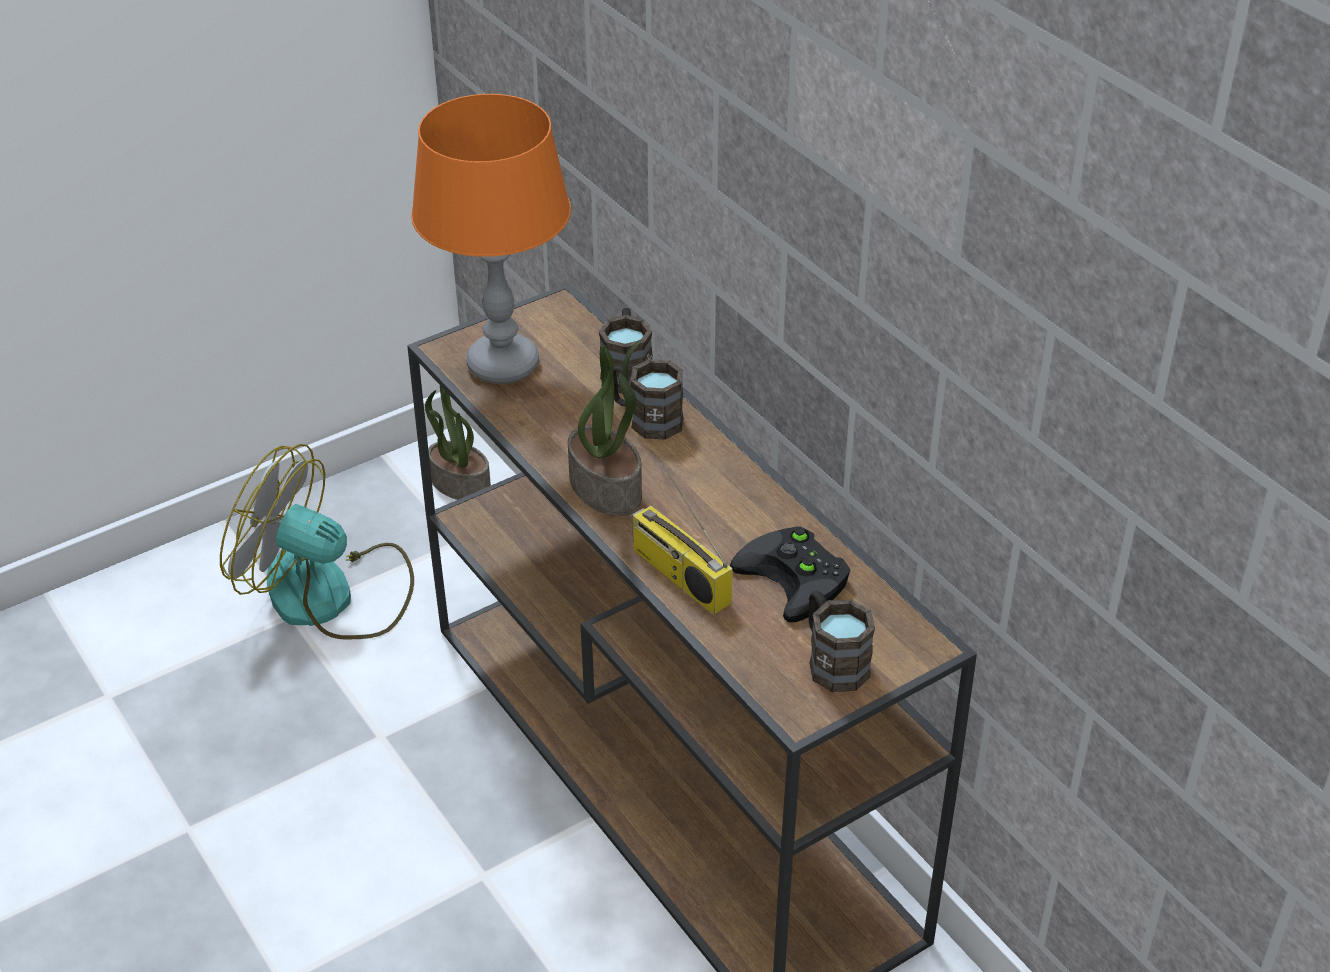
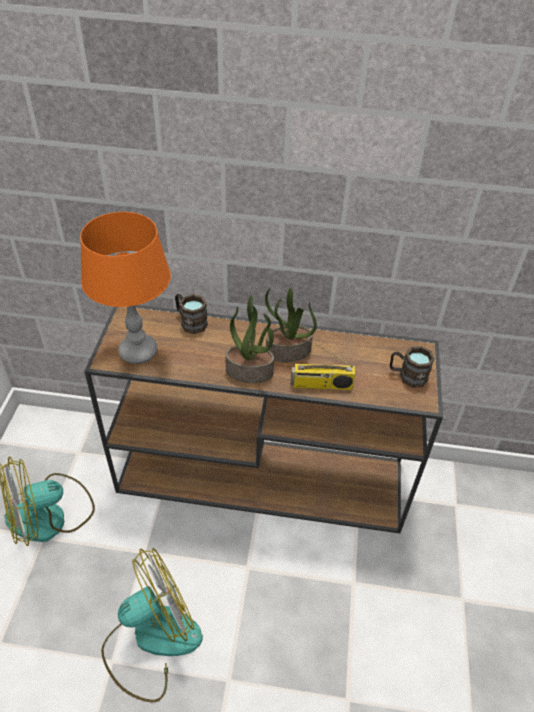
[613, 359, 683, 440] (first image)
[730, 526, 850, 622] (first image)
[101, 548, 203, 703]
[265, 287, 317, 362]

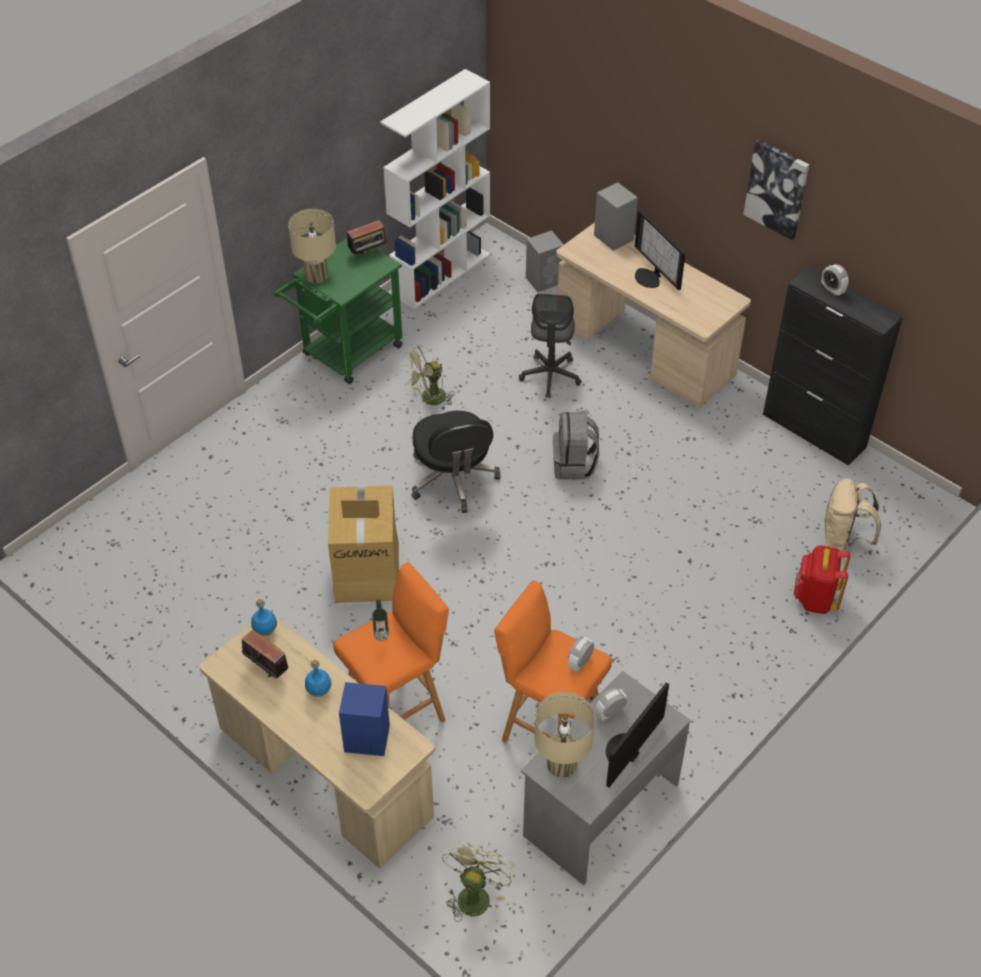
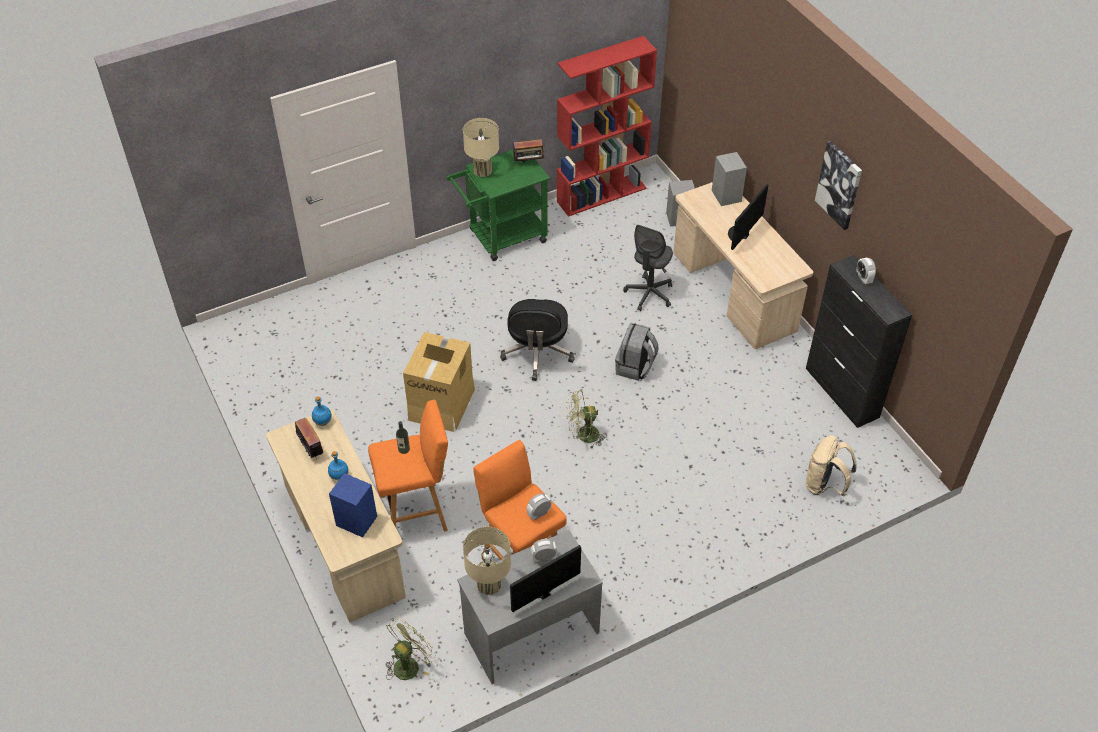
[794, 545, 850, 614] (first image)
[566, 389, 607, 450]
[557, 36, 657, 217]
[728, 184, 768, 250]

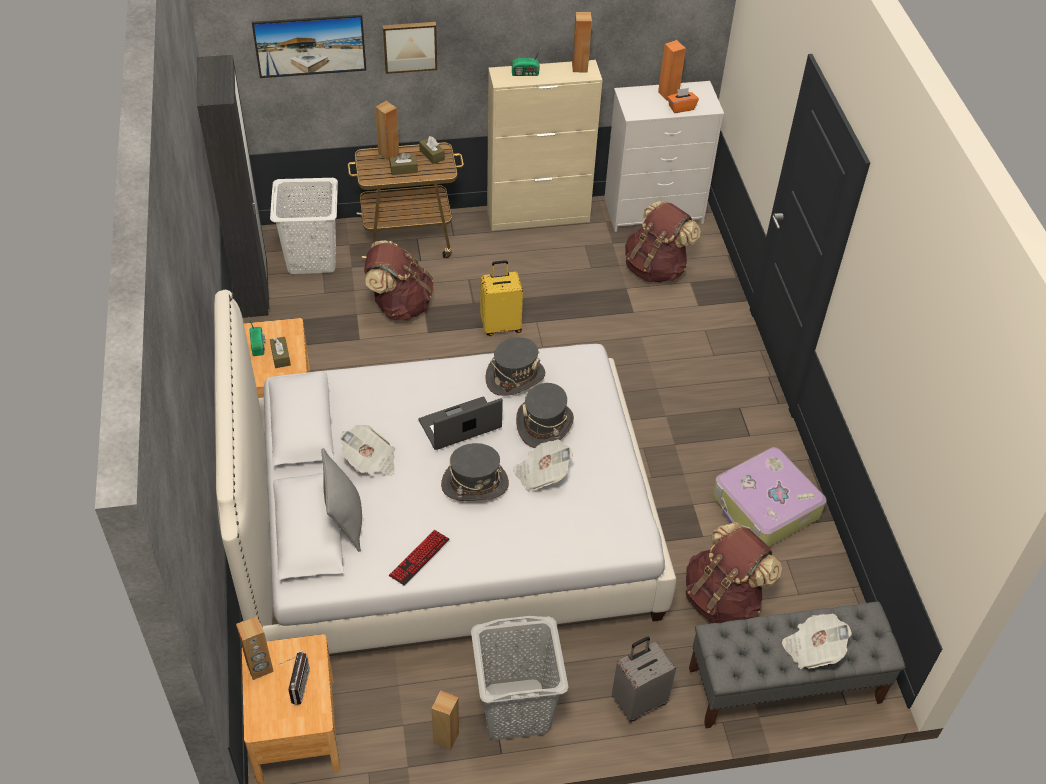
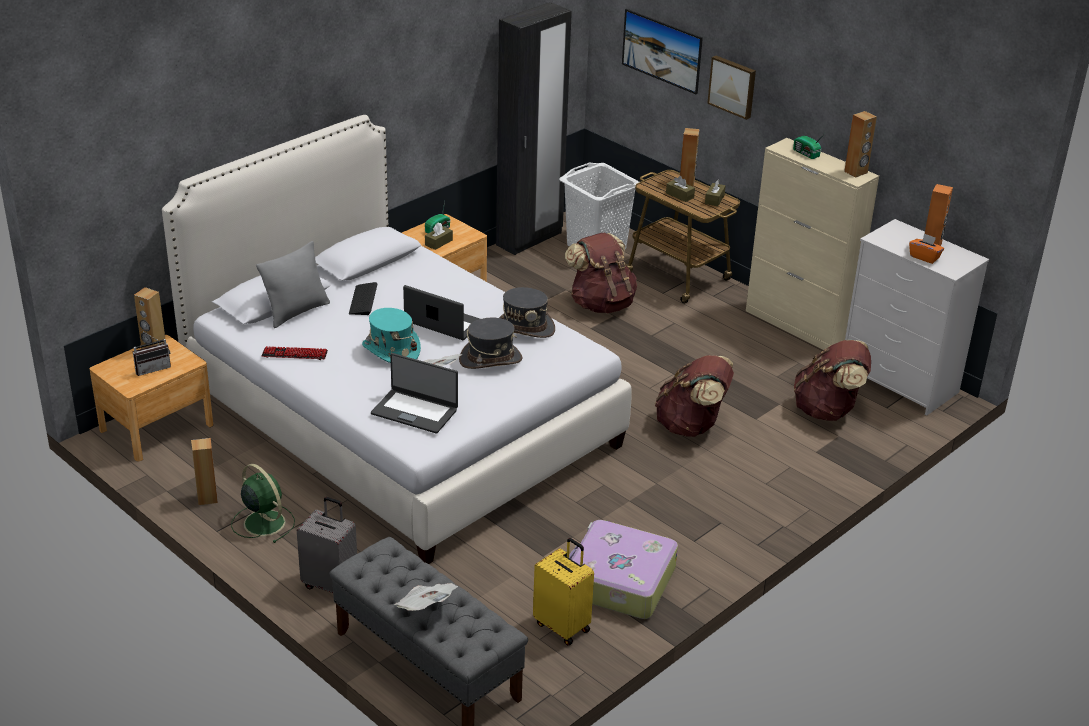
[371, 353, 458, 434]
[533, 538, 594, 646]
[655, 355, 734, 437]
[349, 282, 377, 315]
[231, 464, 295, 543]
[362, 308, 421, 363]

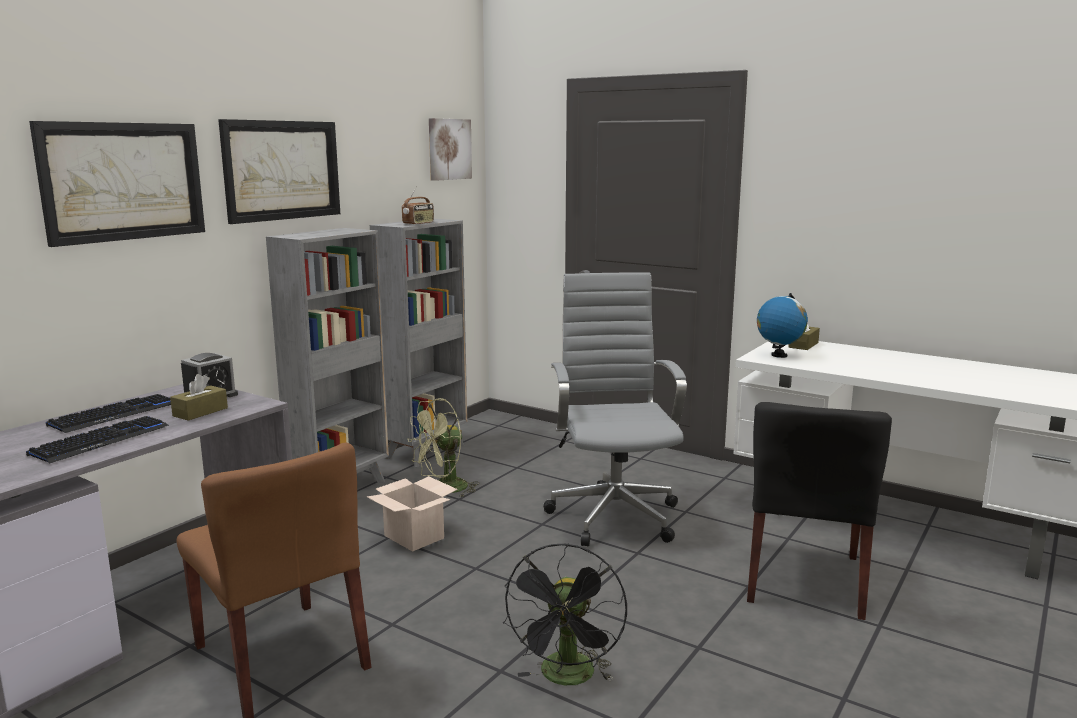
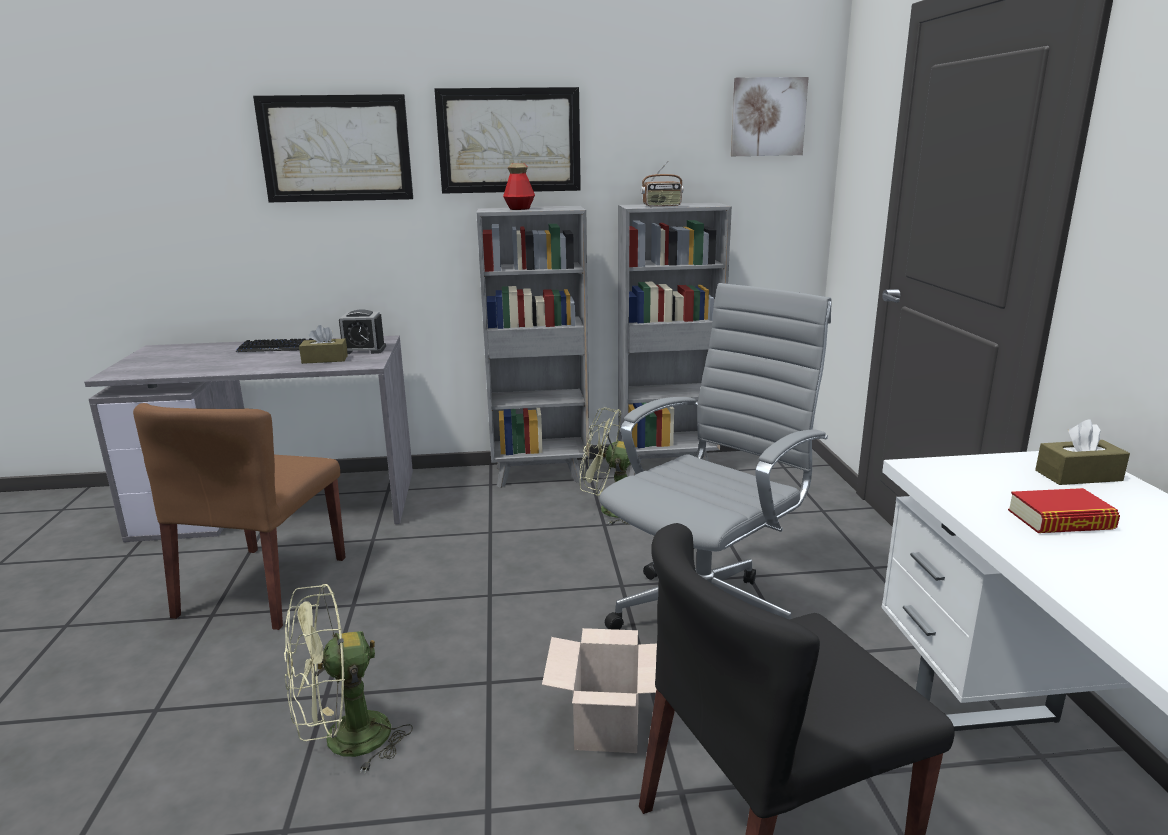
[26, 416, 169, 463] (first image)
[757, 293, 808, 358] (first image)
[503, 163, 535, 210]
[1008, 488, 1120, 533]
[542, 628, 657, 753]
[284, 584, 413, 774]

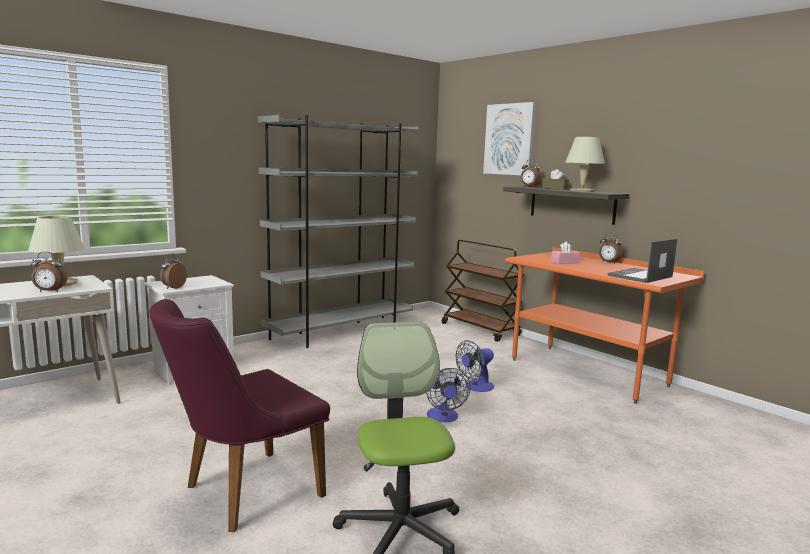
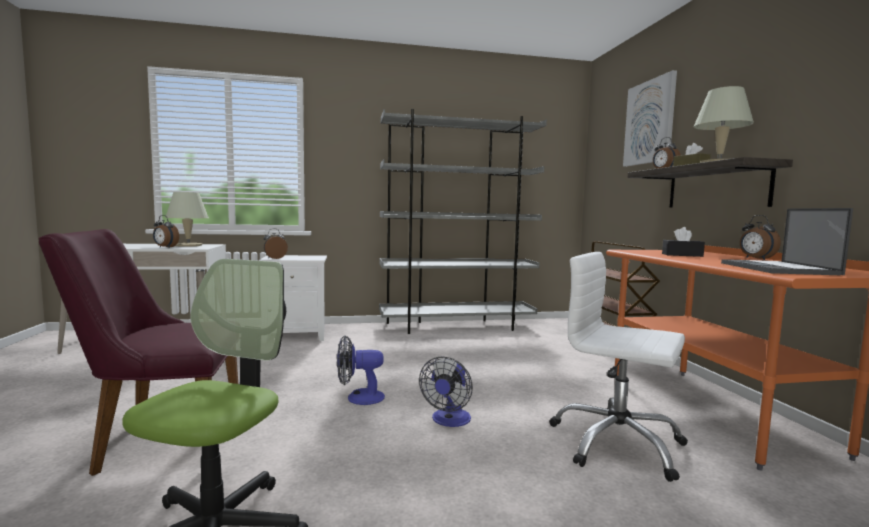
[550, 252, 688, 482]
[337, 335, 385, 405]
[662, 227, 705, 257]
[721, 208, 853, 275]

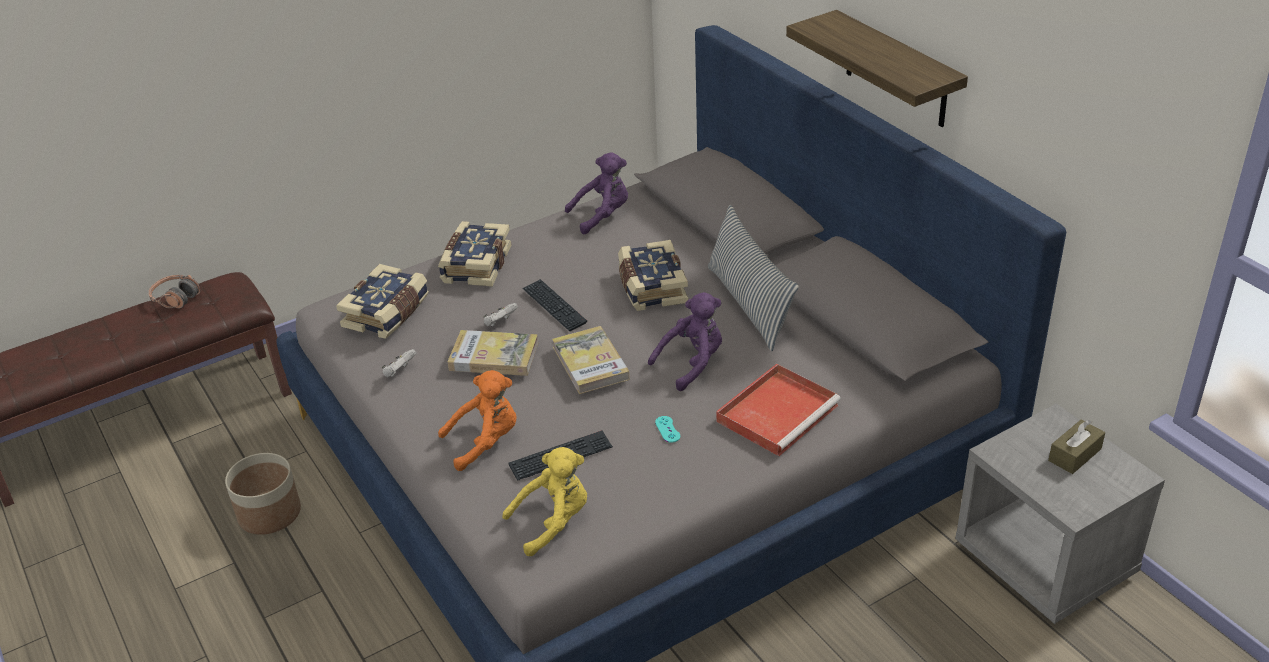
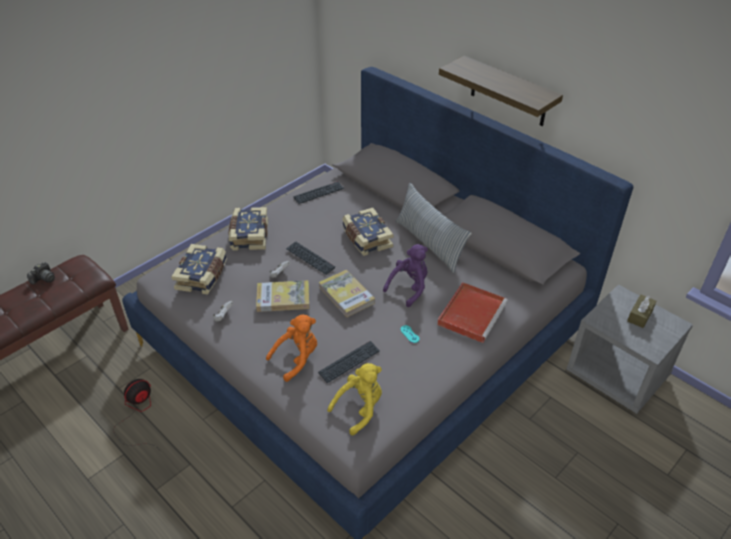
[27, 262, 55, 284]
[114, 379, 161, 452]
[293, 181, 344, 204]

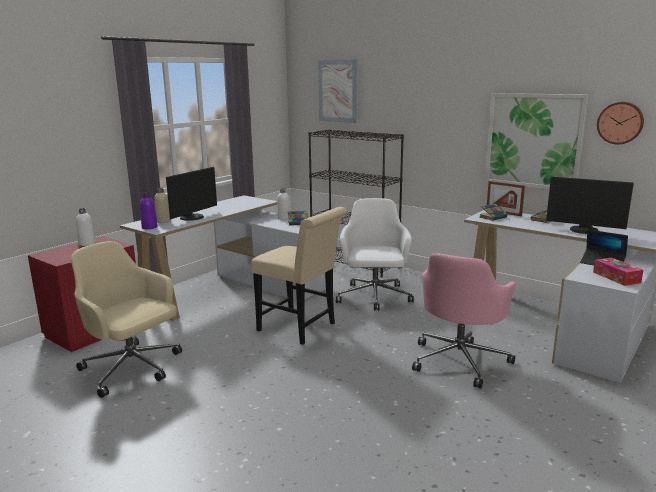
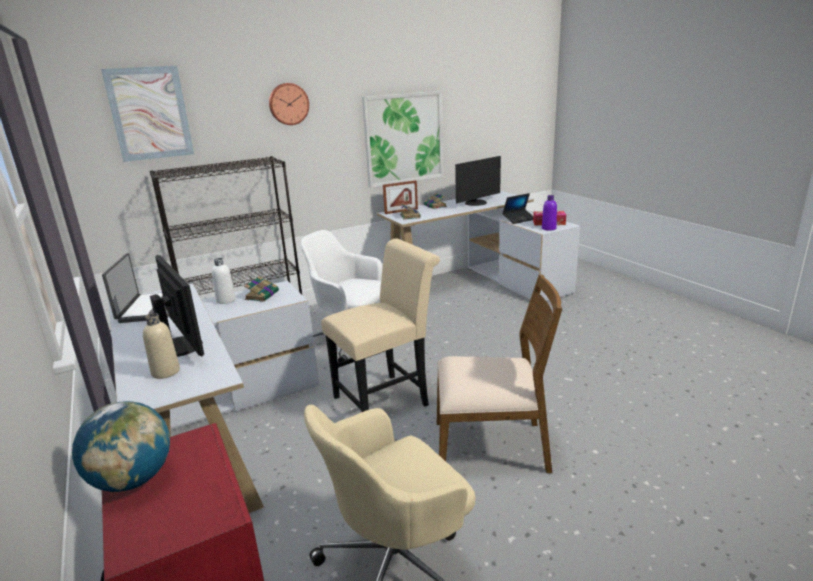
[412, 253, 516, 389] (first image)
[102, 253, 169, 323]
[437, 274, 562, 473]
[542, 195, 557, 231]
[269, 83, 309, 125]
[72, 401, 170, 492]

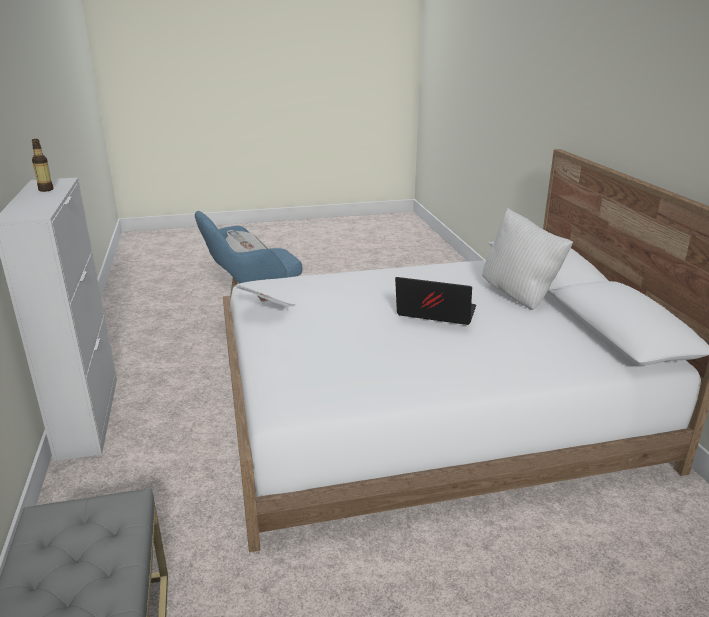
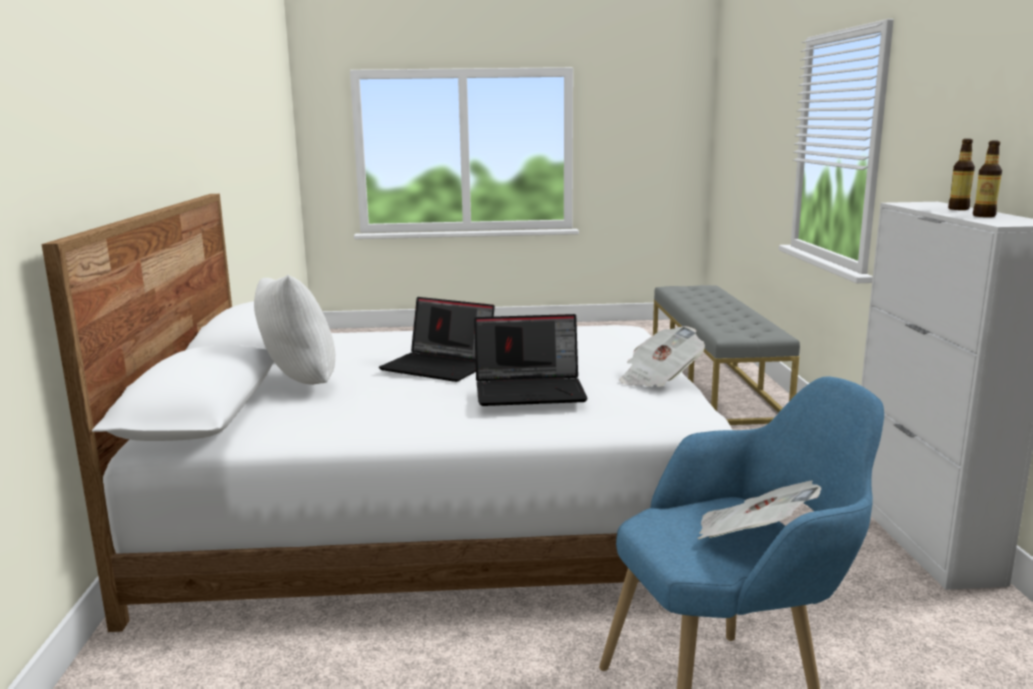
[474, 314, 588, 406]
[948, 139, 975, 210]

